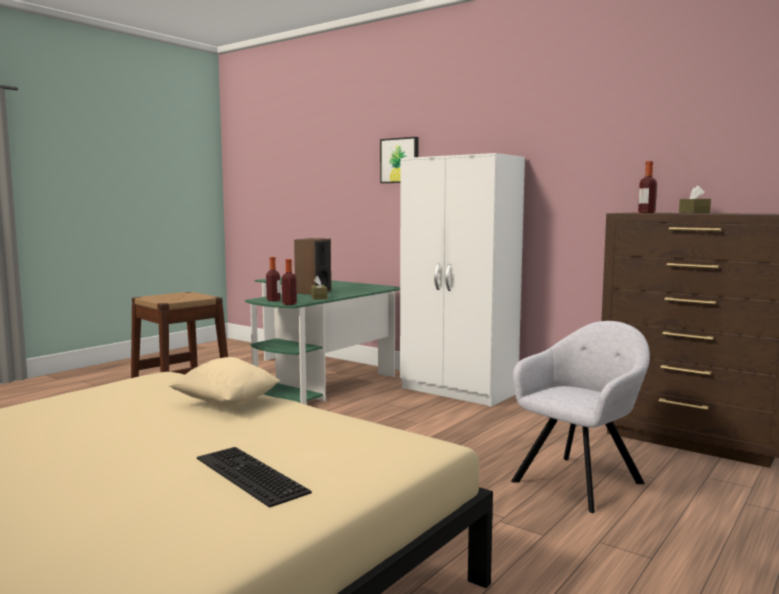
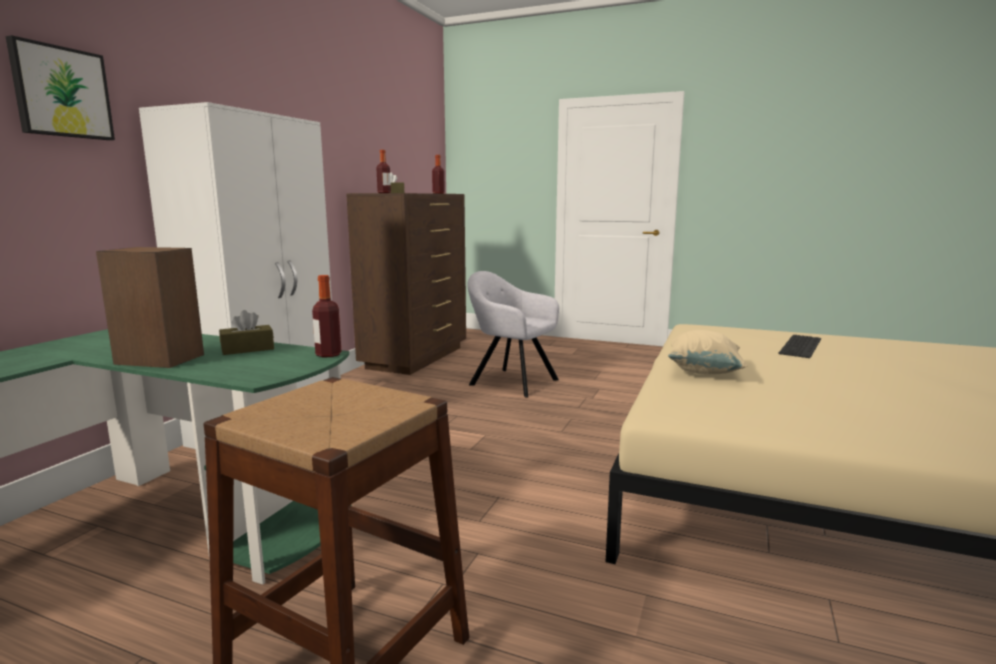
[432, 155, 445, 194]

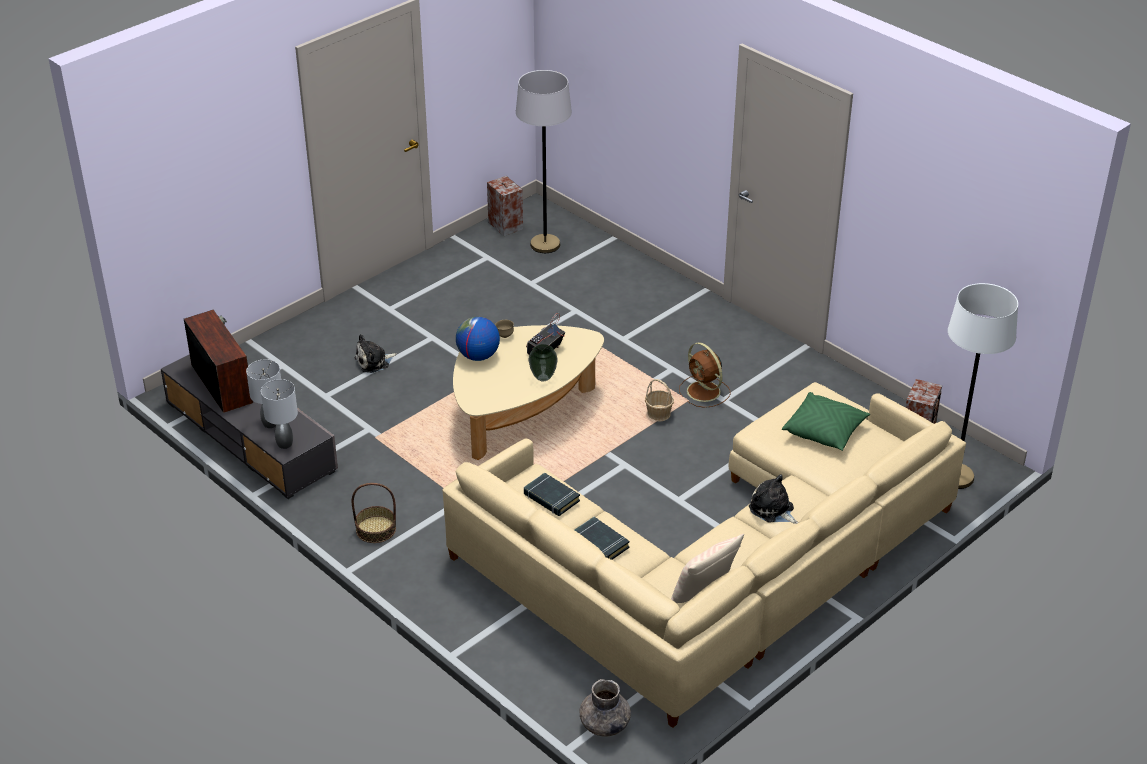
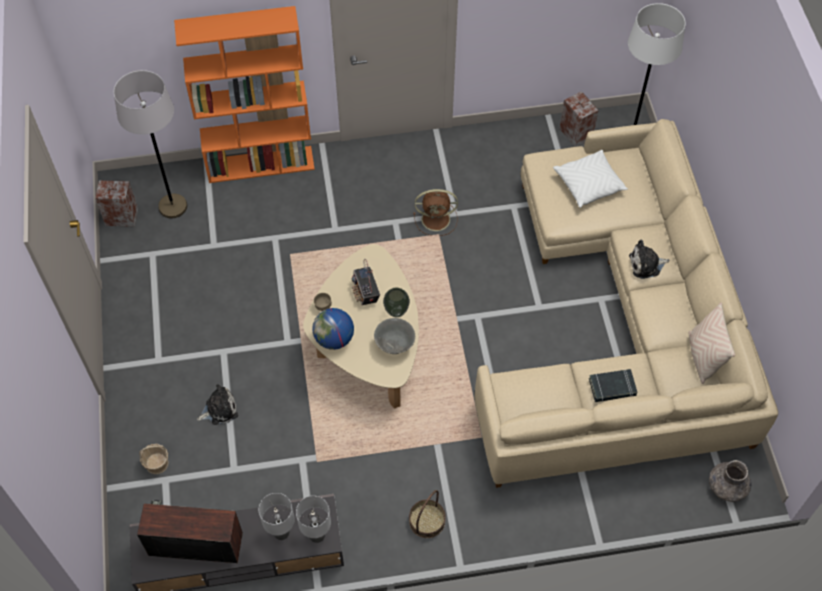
[524, 473, 580, 516] (first image)
[174, 6, 315, 183]
[374, 318, 415, 354]
[139, 444, 168, 474]
[553, 150, 628, 208]
[197, 384, 238, 425]

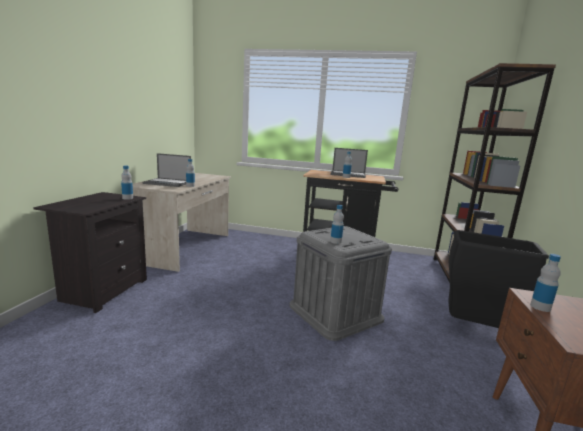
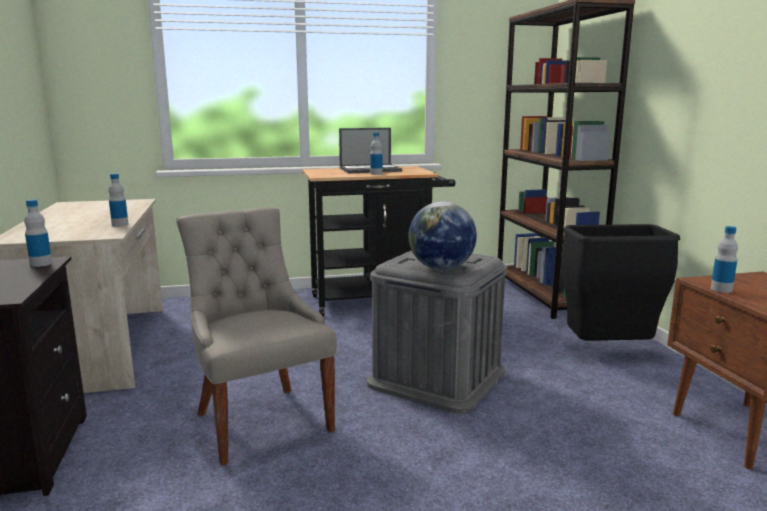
[142, 153, 191, 187] (first image)
[176, 207, 337, 466]
[409, 201, 477, 270]

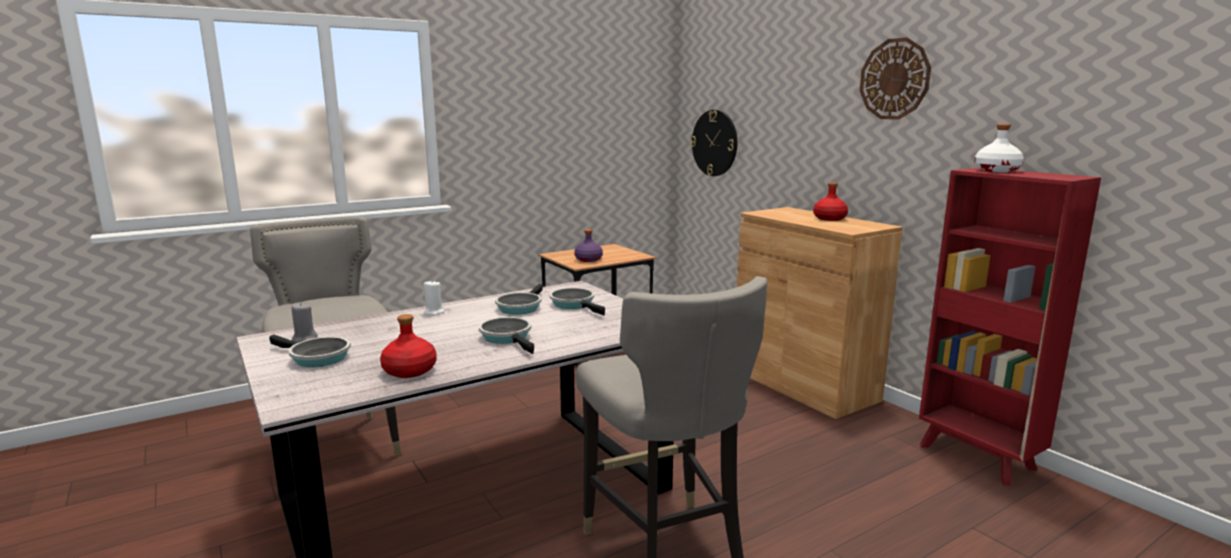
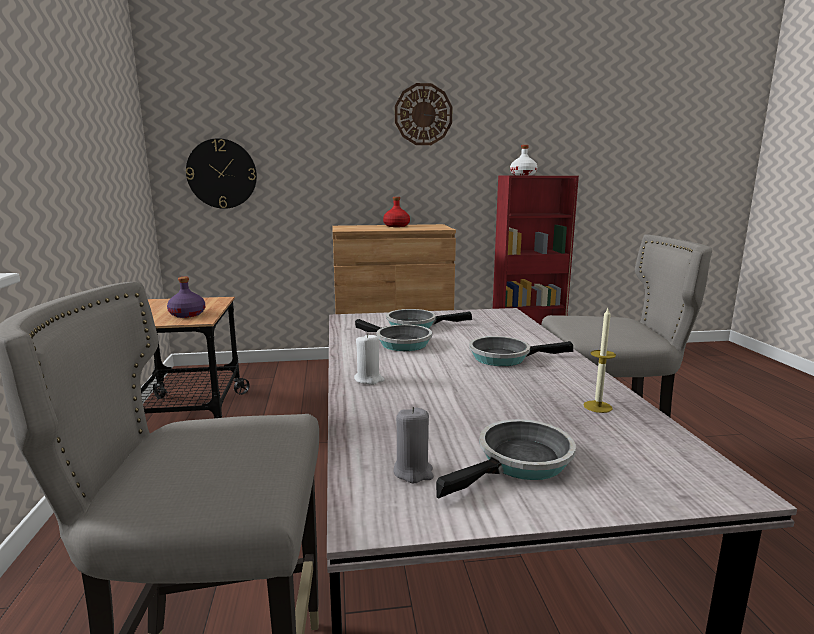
[583, 308, 616, 413]

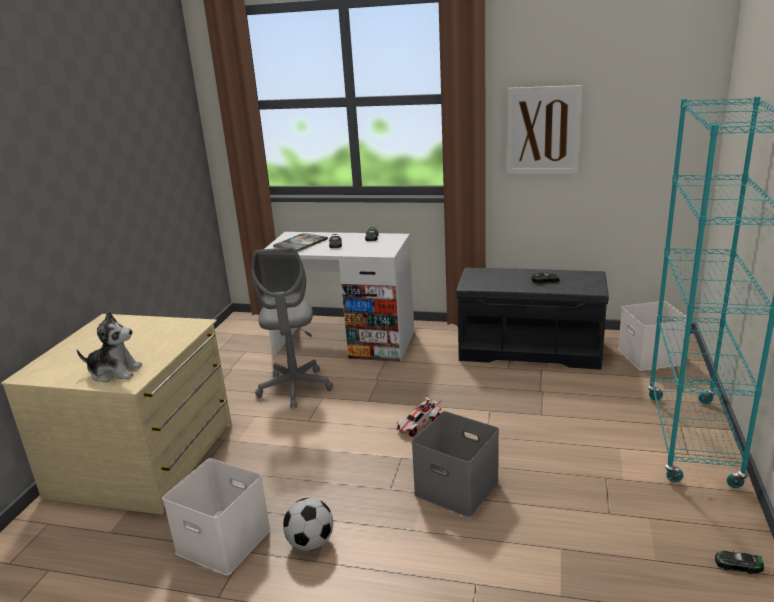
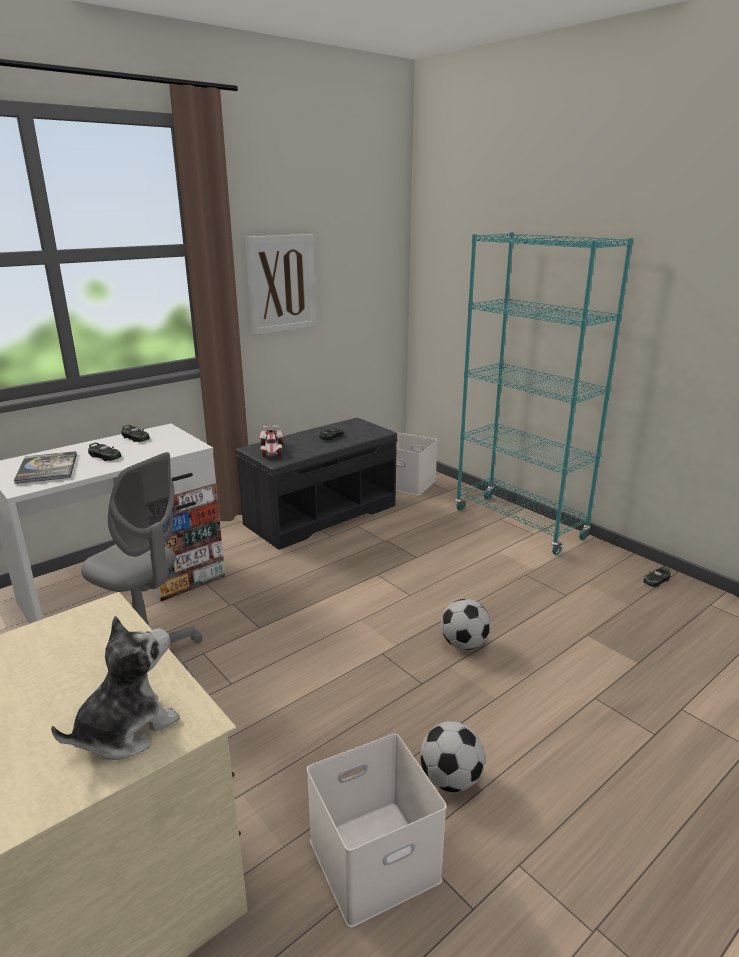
[259, 422, 284, 457]
[441, 599, 490, 650]

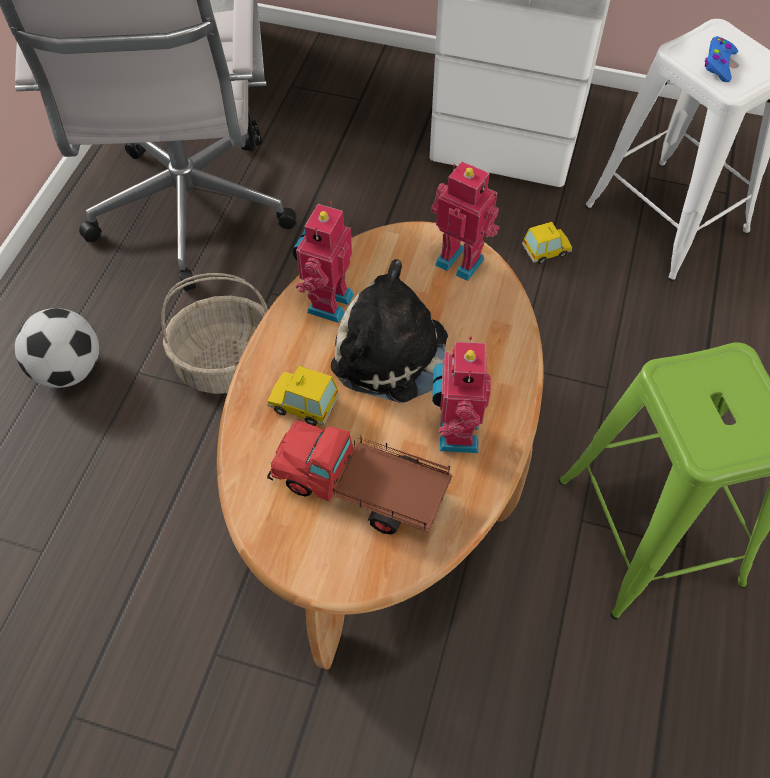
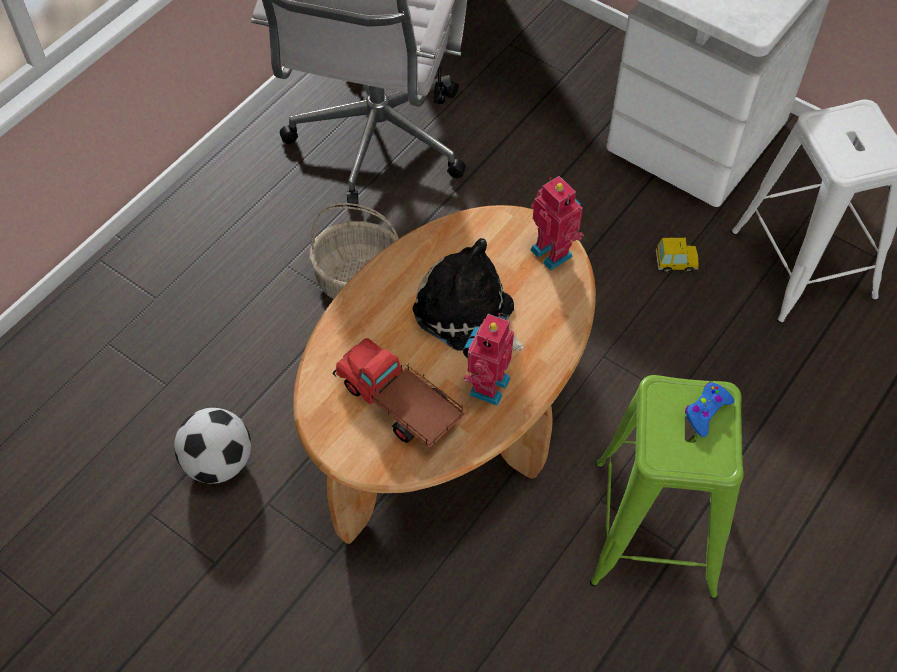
[267, 366, 340, 426] (first image)
[292, 202, 354, 323] (first image)
[174, 408, 251, 484]
[685, 382, 734, 437]

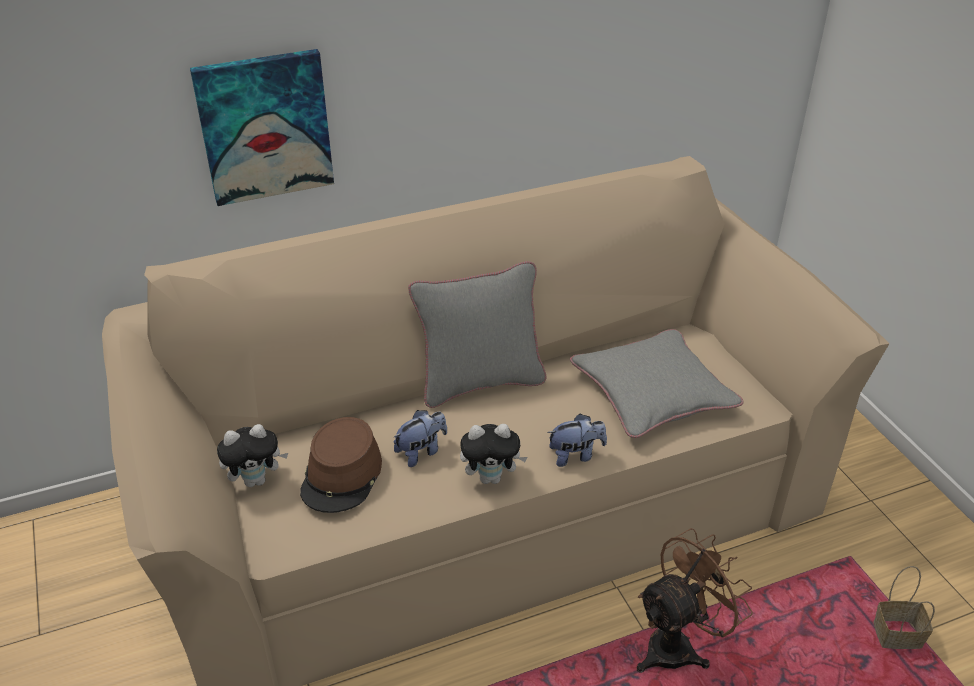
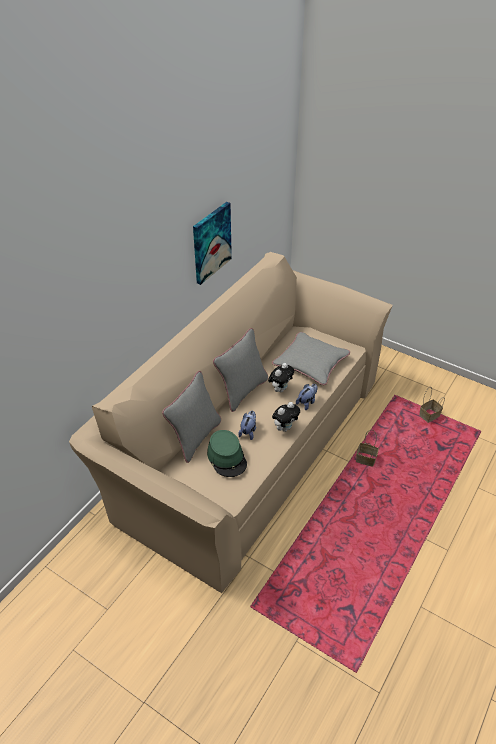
[162, 371, 221, 463]
[193, 202, 232, 285]
[268, 363, 294, 392]
[356, 430, 379, 467]
[207, 430, 247, 477]

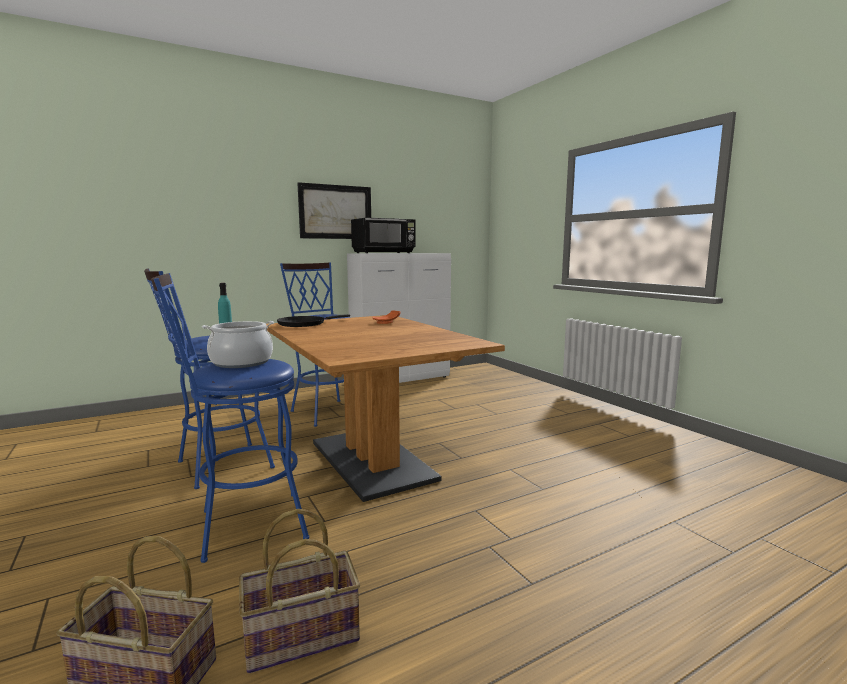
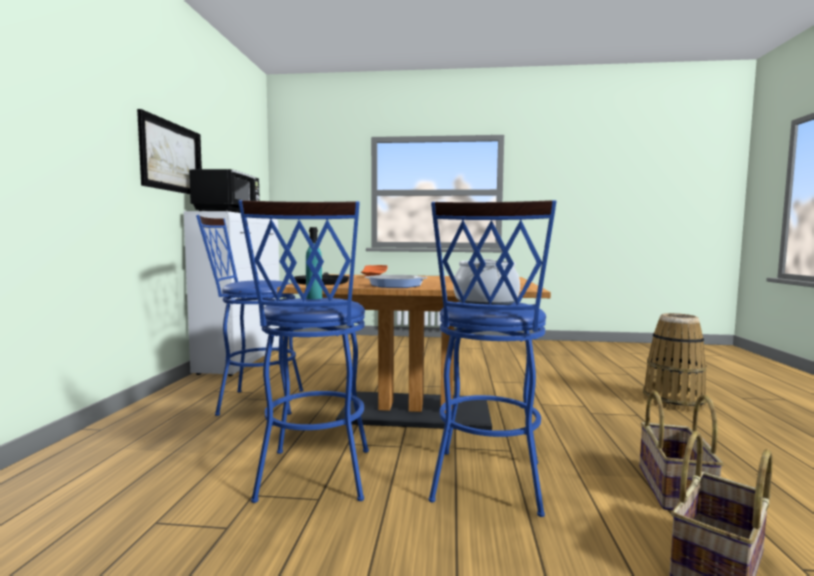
[365, 275, 427, 288]
[643, 313, 706, 412]

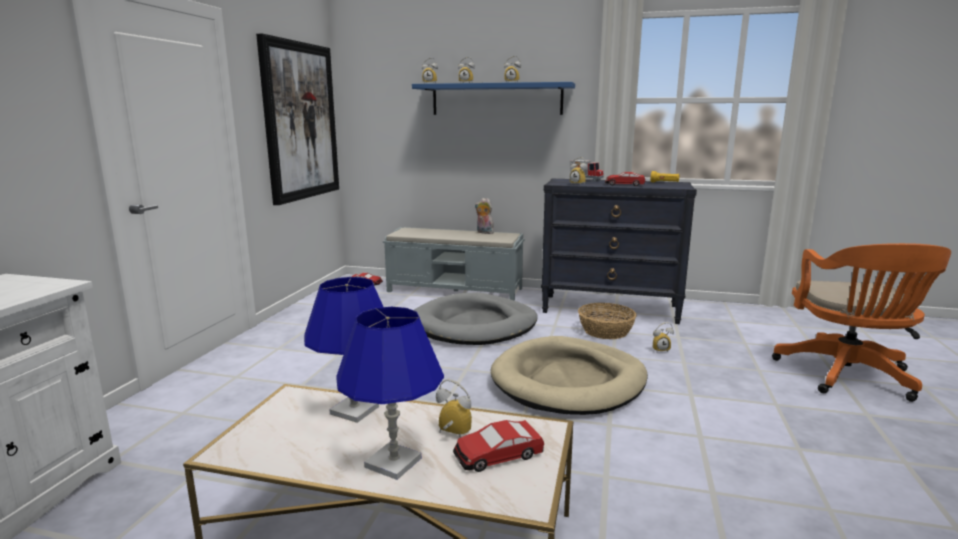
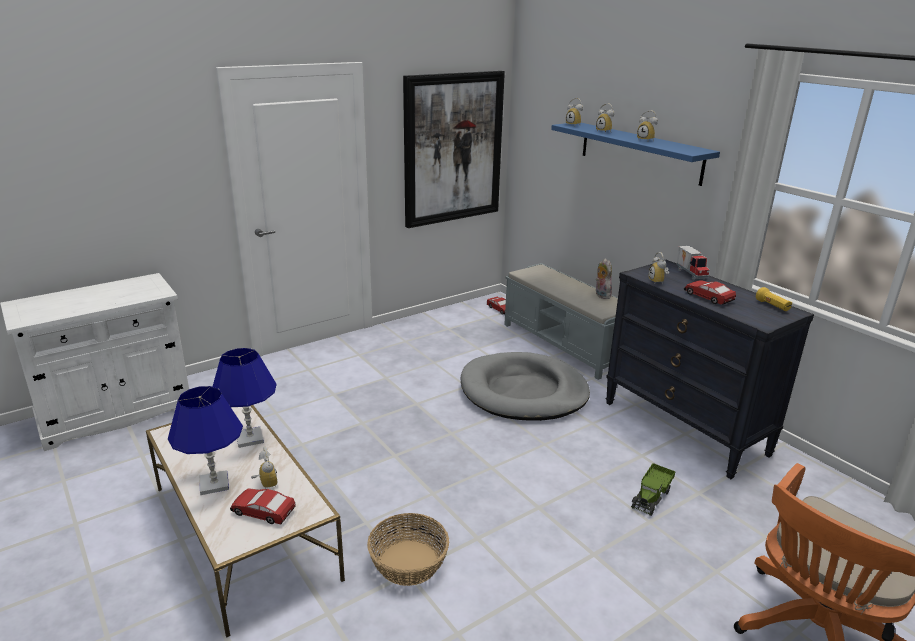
[491, 336, 648, 415] (first image)
[367, 513, 449, 586]
[632, 463, 675, 516]

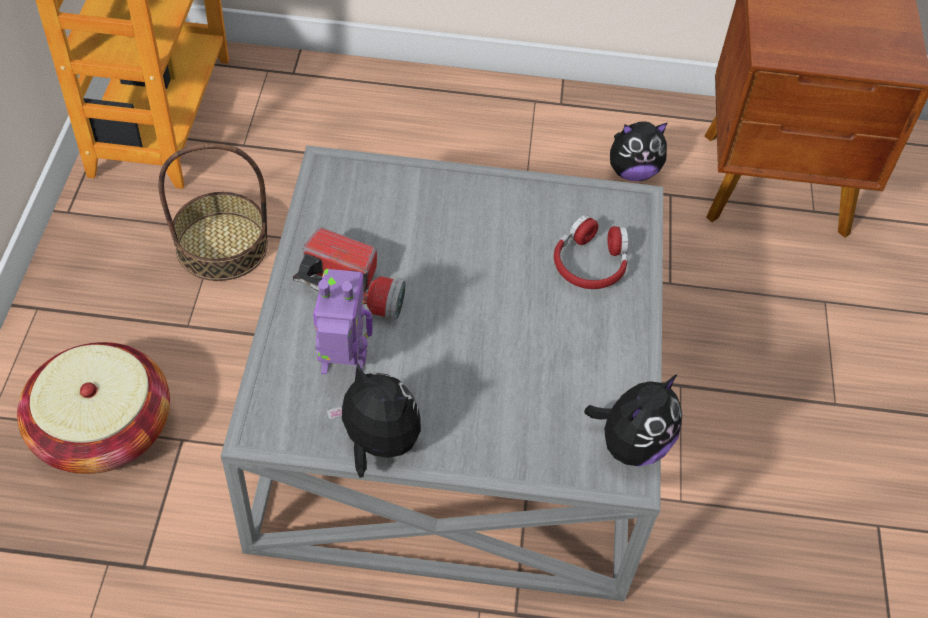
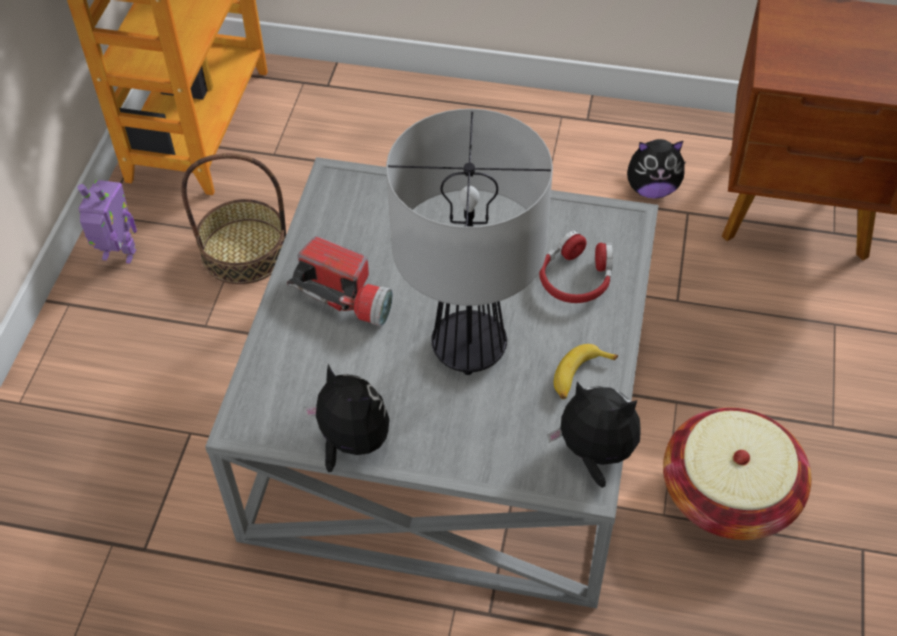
[386, 109, 553, 375]
[554, 344, 618, 399]
[663, 408, 811, 540]
[78, 180, 137, 264]
[548, 382, 641, 488]

